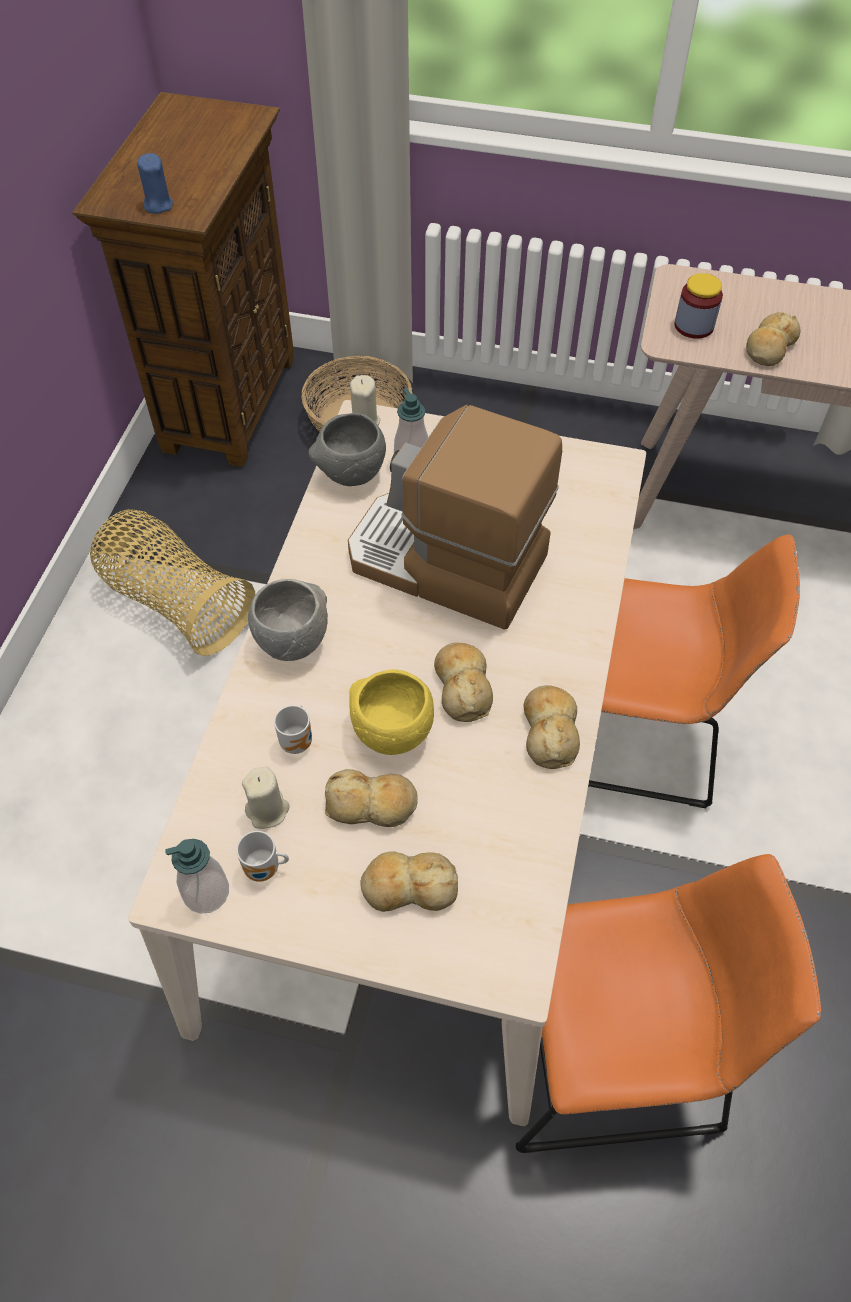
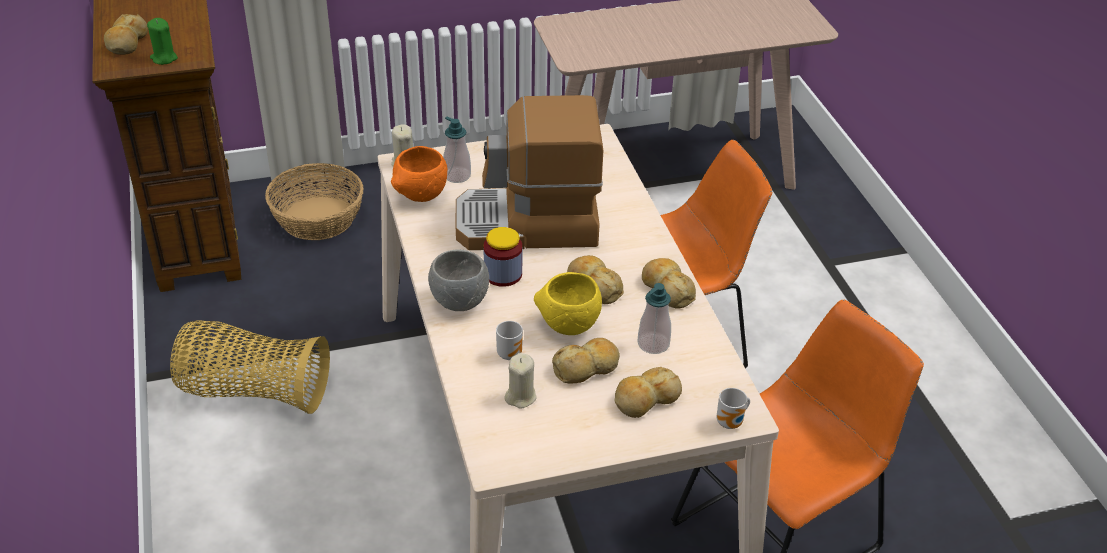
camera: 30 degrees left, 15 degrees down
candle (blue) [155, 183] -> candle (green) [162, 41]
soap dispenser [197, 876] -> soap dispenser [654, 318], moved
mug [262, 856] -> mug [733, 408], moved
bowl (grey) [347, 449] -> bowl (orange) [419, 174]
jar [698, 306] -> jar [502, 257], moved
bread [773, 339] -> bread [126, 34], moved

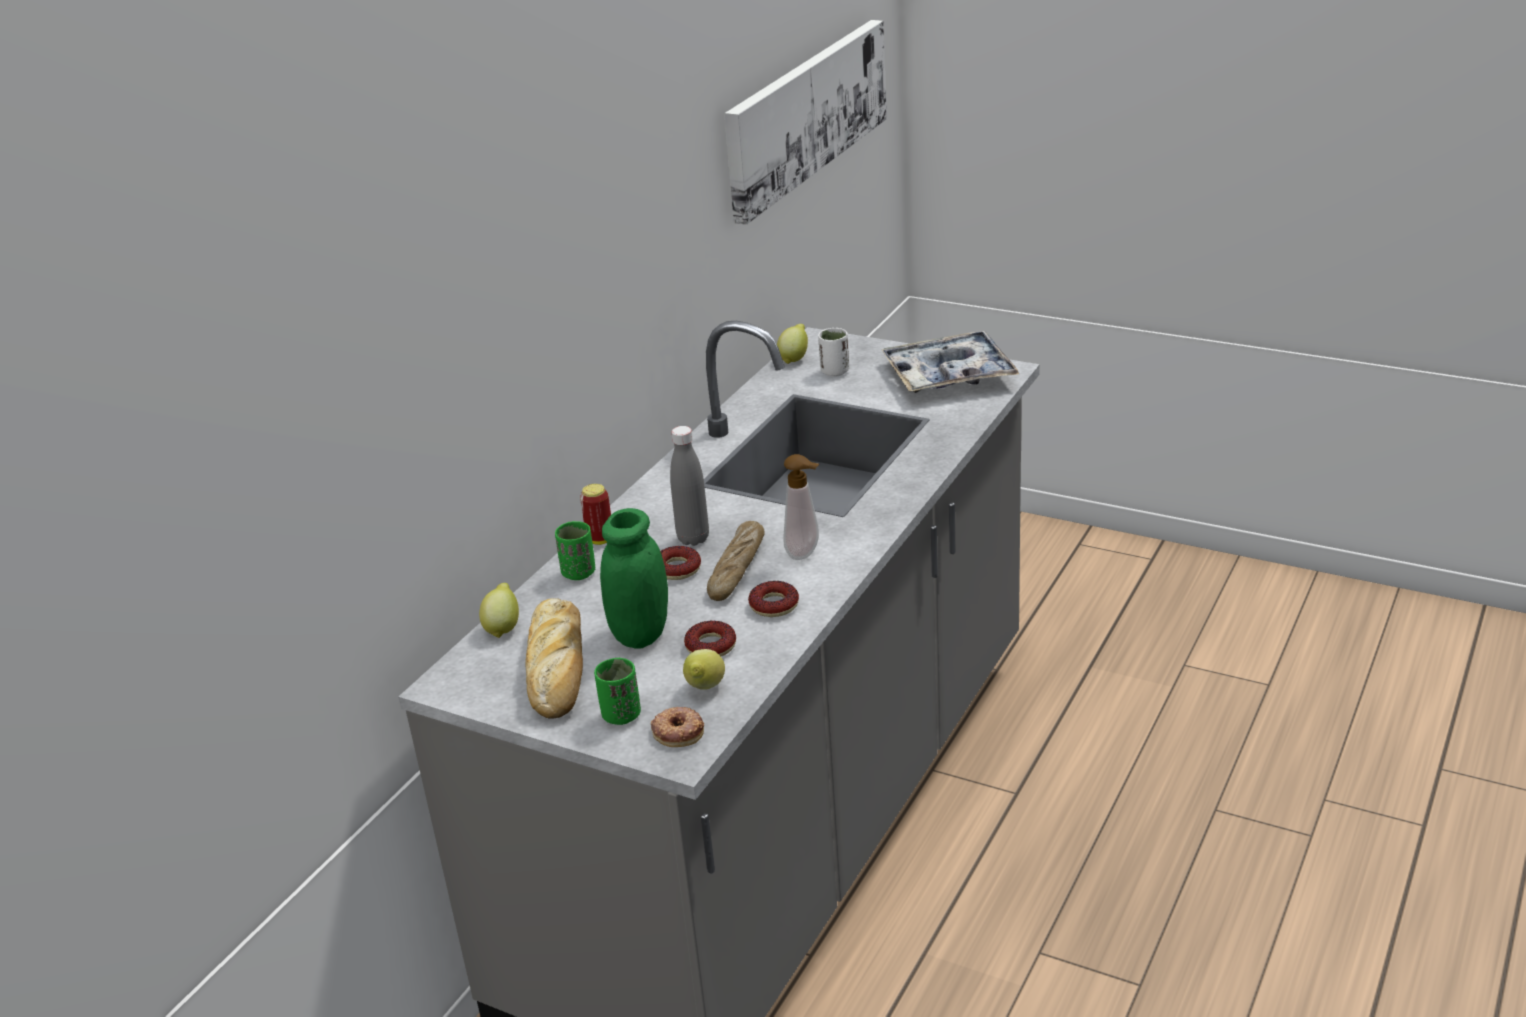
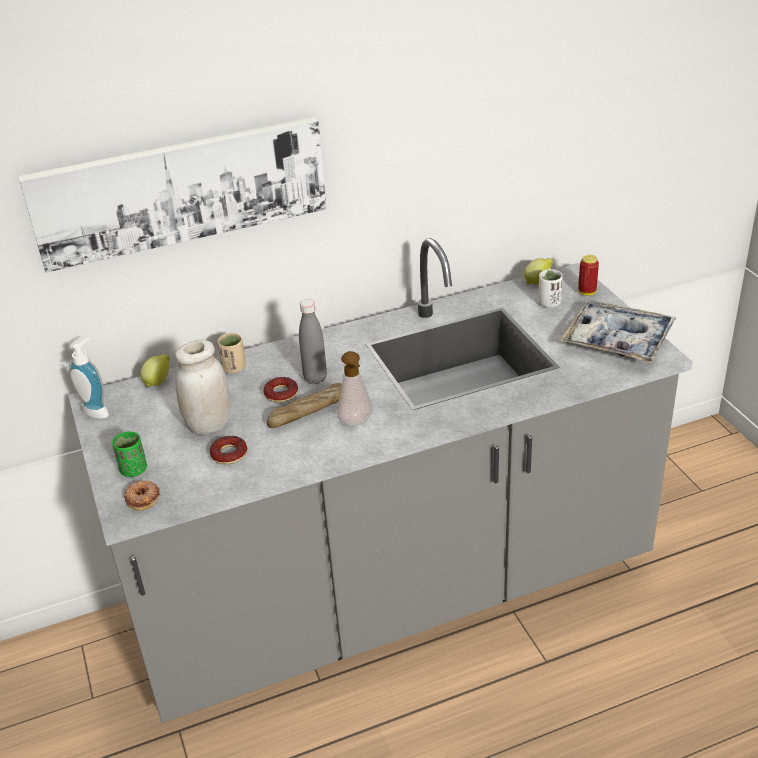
camera: 40 degrees right, 5 degrees up
bread [554, 658] -> none
cup (green) [575, 550] -> cup (beige) [231, 353]
can [595, 514] -> can [588, 275], moved
jar (green) [634, 578] -> jar (white) [203, 387]
lemon [704, 669] -> none
picture [805, 122] -> picture [172, 195], moved
donut [773, 599] -> none
none -> soap dispenser [89, 378]

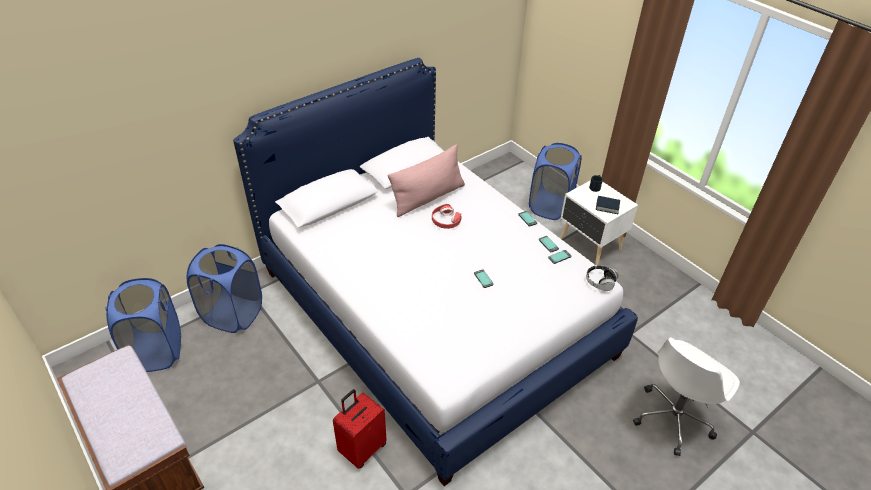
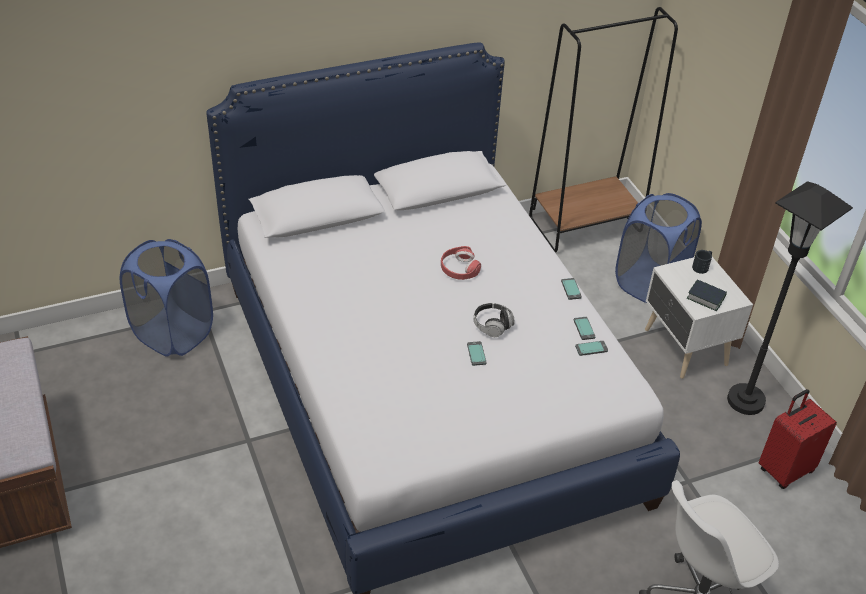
camera: 15 degrees right, 0 degrees up
laundry basket (blue) [143, 325] -> none
suitcase (red) [360, 429] -> suitcase (red) [798, 439], moved
pillow (pink) [426, 180] -> none
headphones [602, 278] -> headphones [494, 320], moved
none -> clothes rack [603, 130]
none -> floor lamp (black) [790, 298]

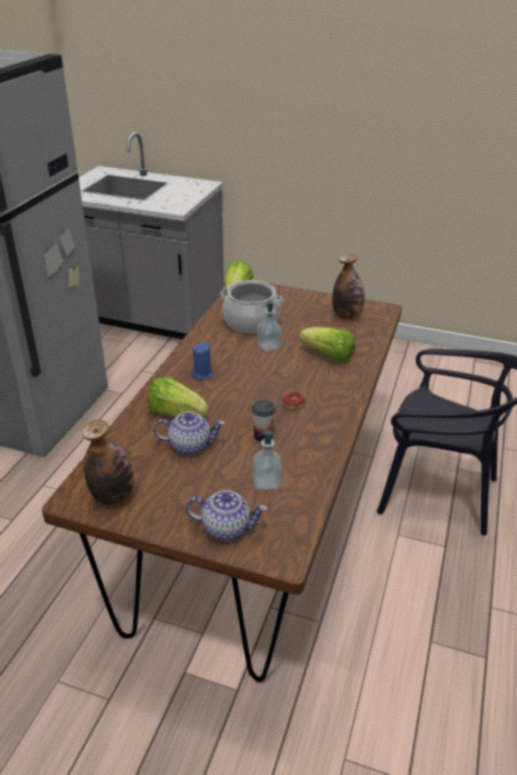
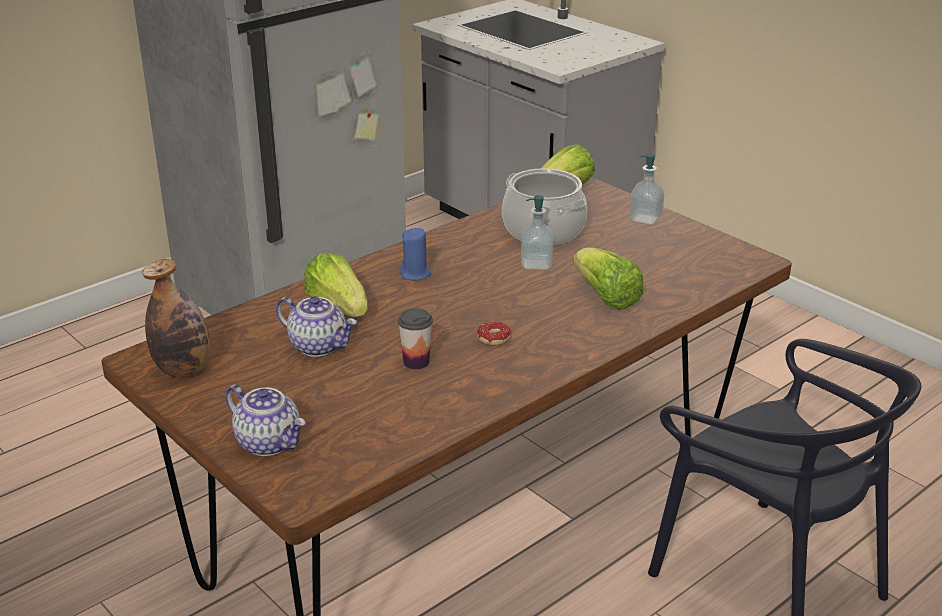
camera: 30 degrees right, 5 degrees down
soap dispenser [267, 460] -> soap dispenser [646, 189], moved
bottle [348, 287] -> none

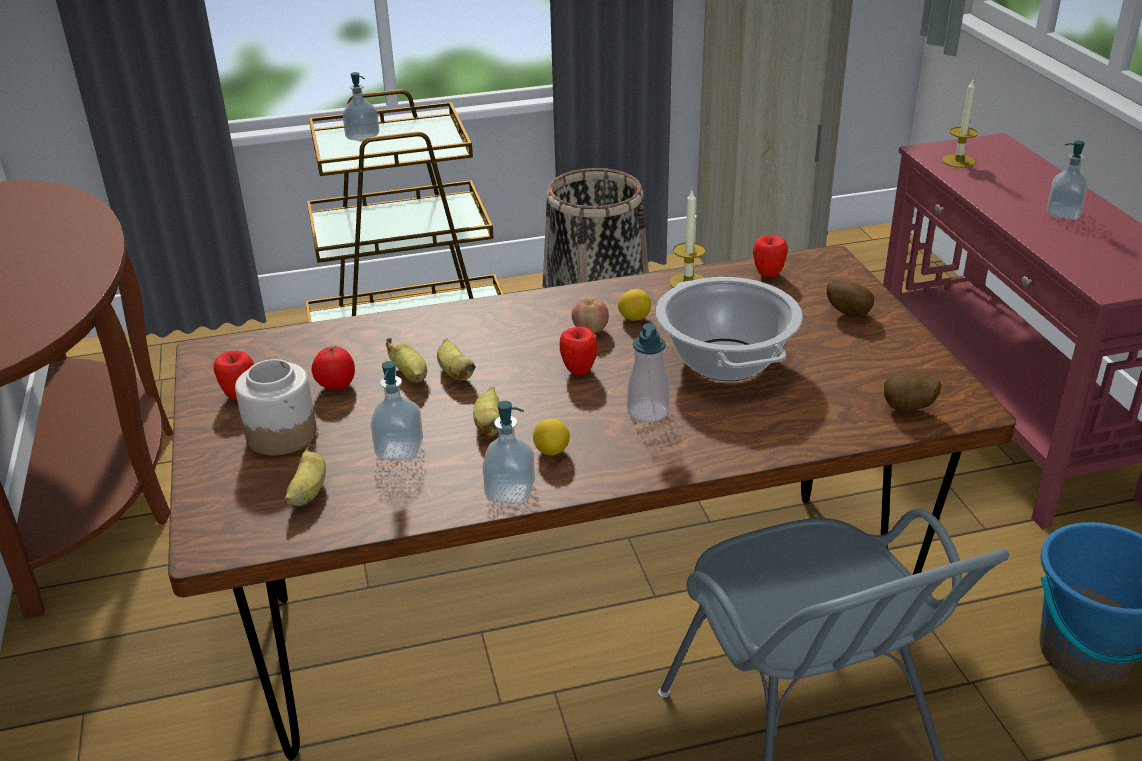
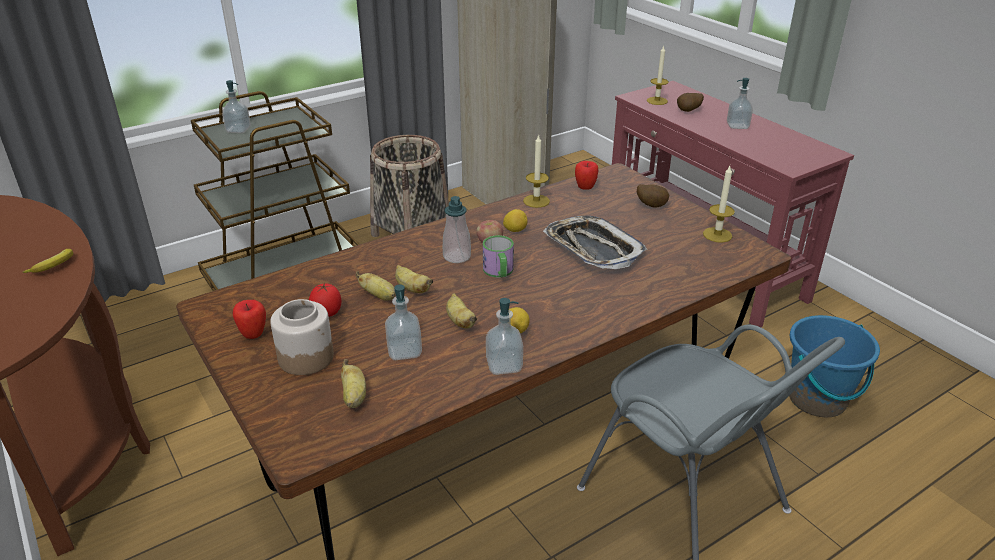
camera: 20 degrees left, 0 degrees up
apple [578, 350] -> mug [498, 256]
soap dispenser [648, 372] -> soap dispenser [457, 229], moved
cooking pot [729, 329] -> tray [595, 242]
potato [913, 392] -> potato [690, 102], moved
none -> banana [48, 261]
none -> candle [719, 204]

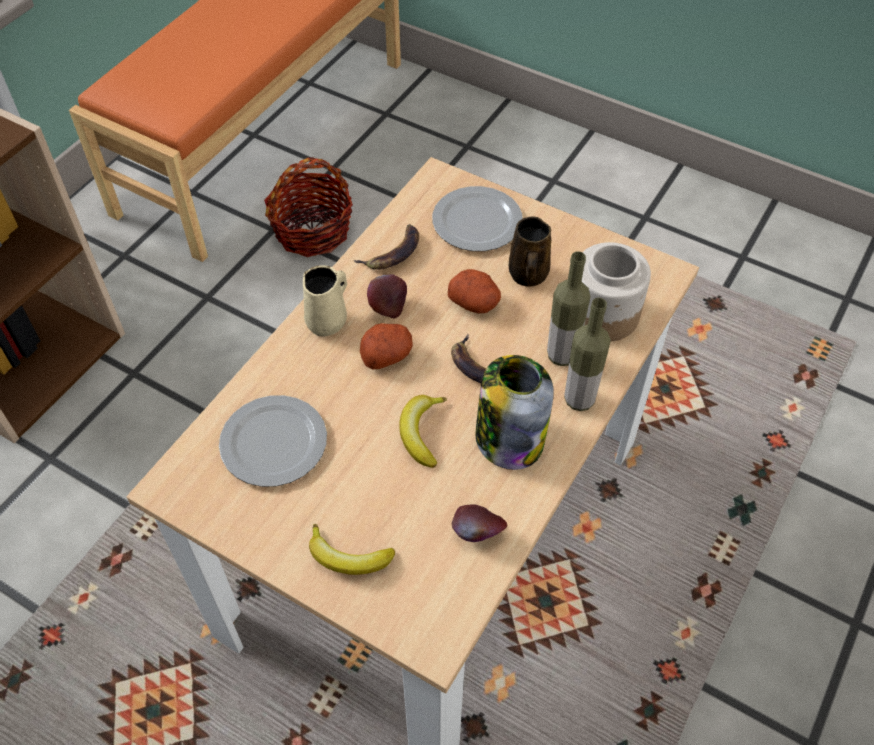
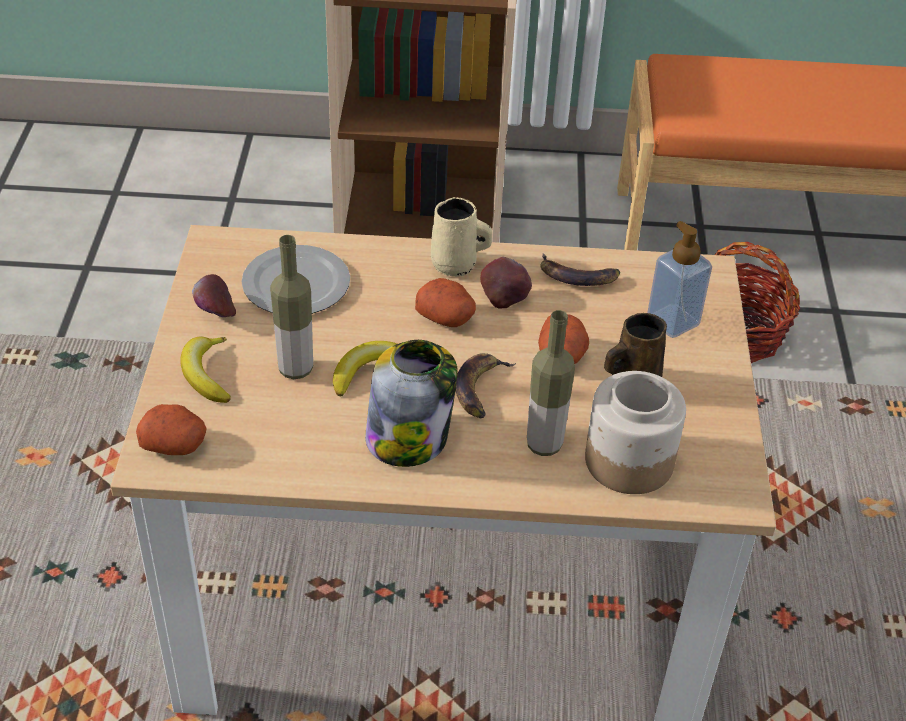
camera: 60 degrees right, 10 degrees down
plate [477, 218] -> soap dispenser [679, 279]
apple [479, 523] -> apple [214, 295], moved
bottle [587, 354] -> bottle [291, 307], moved
none -> potato [171, 429]

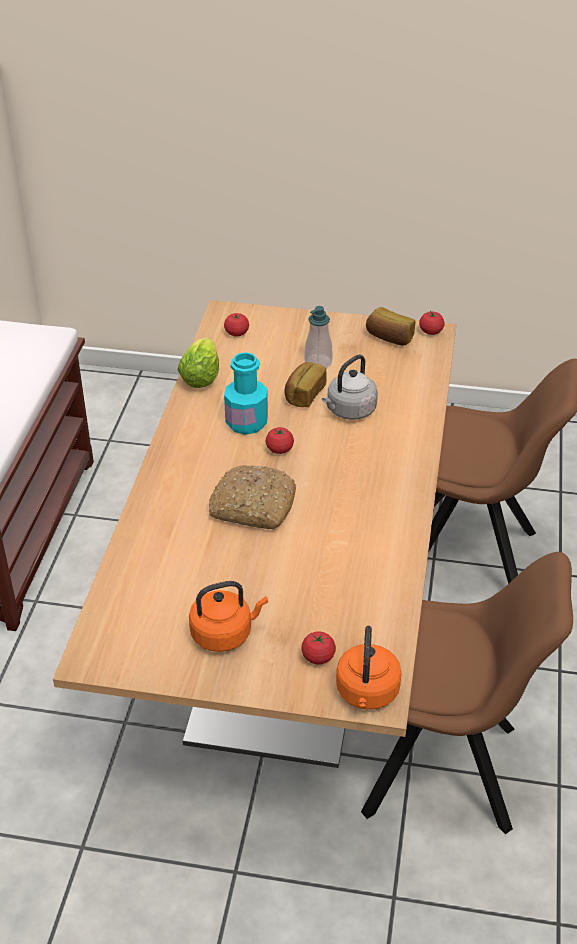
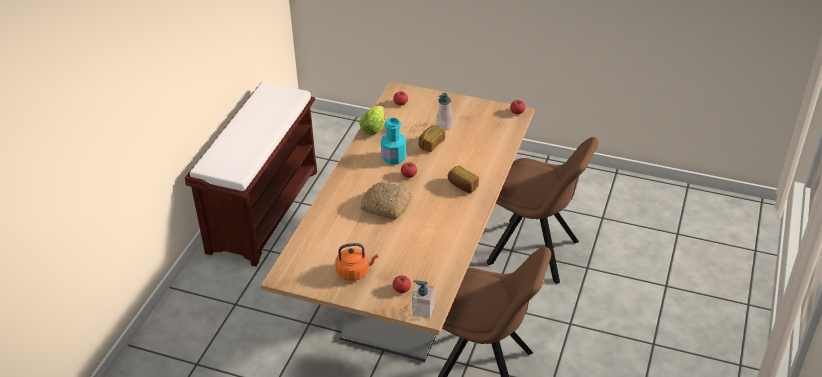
camera: 10 degrees right, 0 degrees up
kettle (grey) [350, 387] -> none
kettle (orange) [369, 668] -> soap dispenser [423, 299]
bread [391, 326] -> bread [463, 179], moved

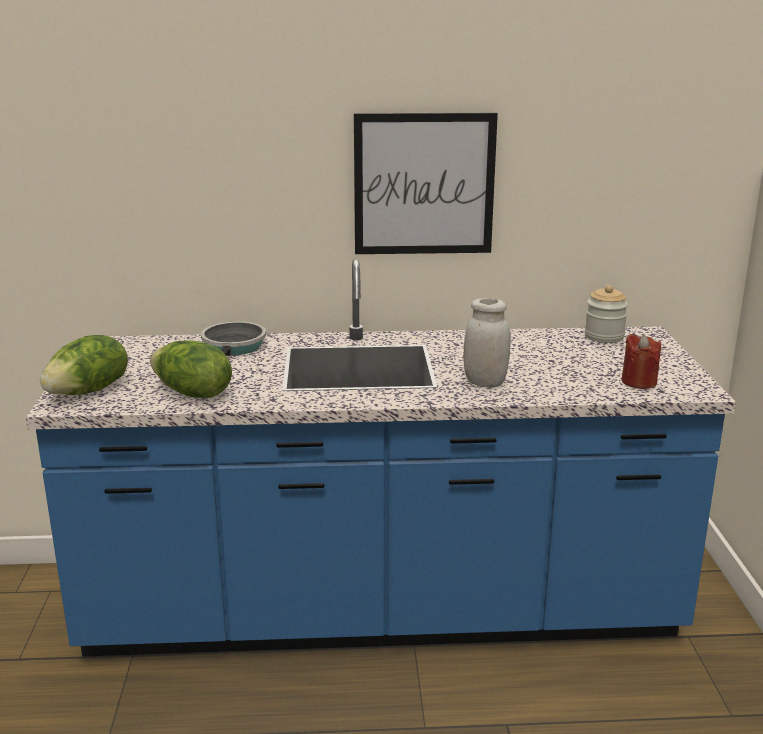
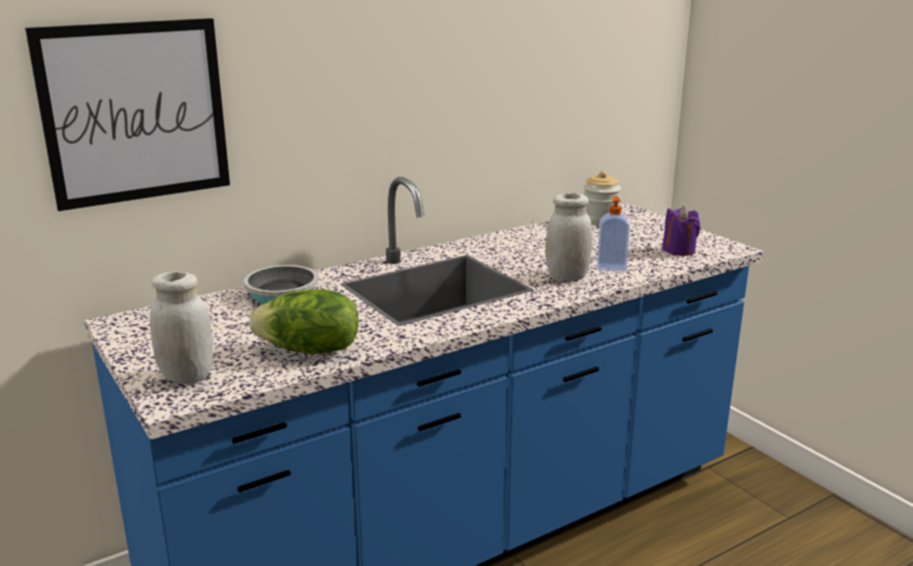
camera: 30 degrees left, 0 degrees up
lettuce [84, 365] -> jar (white) [181, 327]
picture [426, 183] -> picture [127, 114], moved
candle (red) [641, 361] -> candle (purple) [681, 231]
none -> soap dispenser [613, 234]

